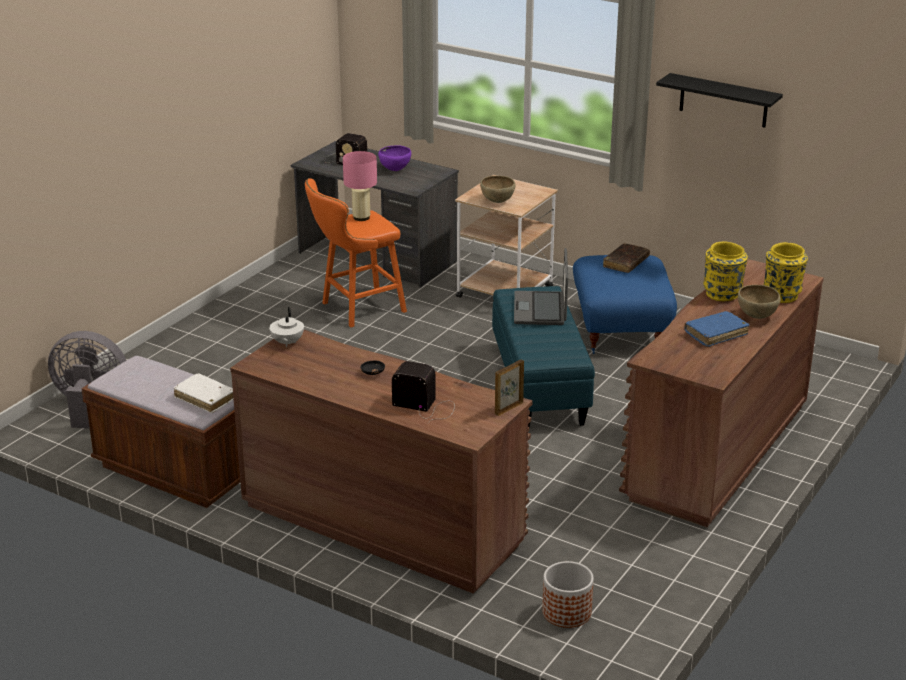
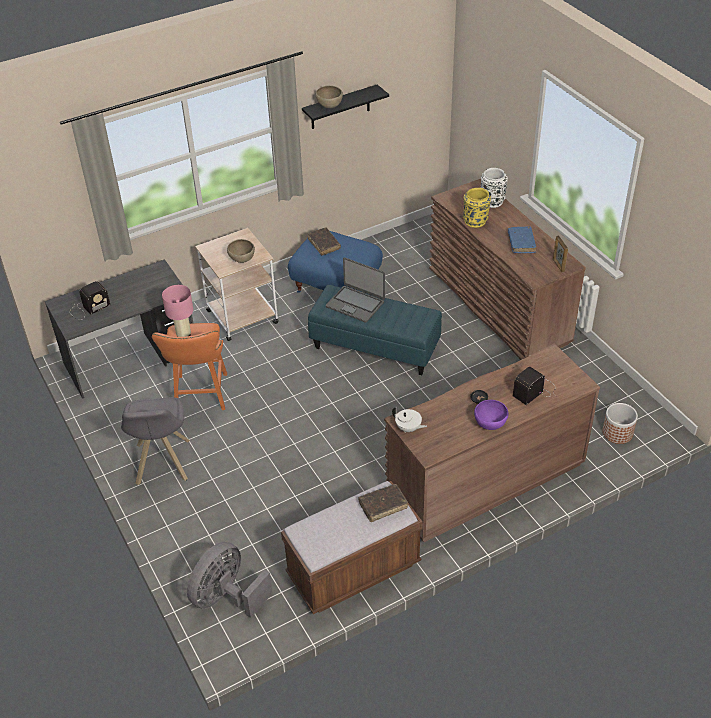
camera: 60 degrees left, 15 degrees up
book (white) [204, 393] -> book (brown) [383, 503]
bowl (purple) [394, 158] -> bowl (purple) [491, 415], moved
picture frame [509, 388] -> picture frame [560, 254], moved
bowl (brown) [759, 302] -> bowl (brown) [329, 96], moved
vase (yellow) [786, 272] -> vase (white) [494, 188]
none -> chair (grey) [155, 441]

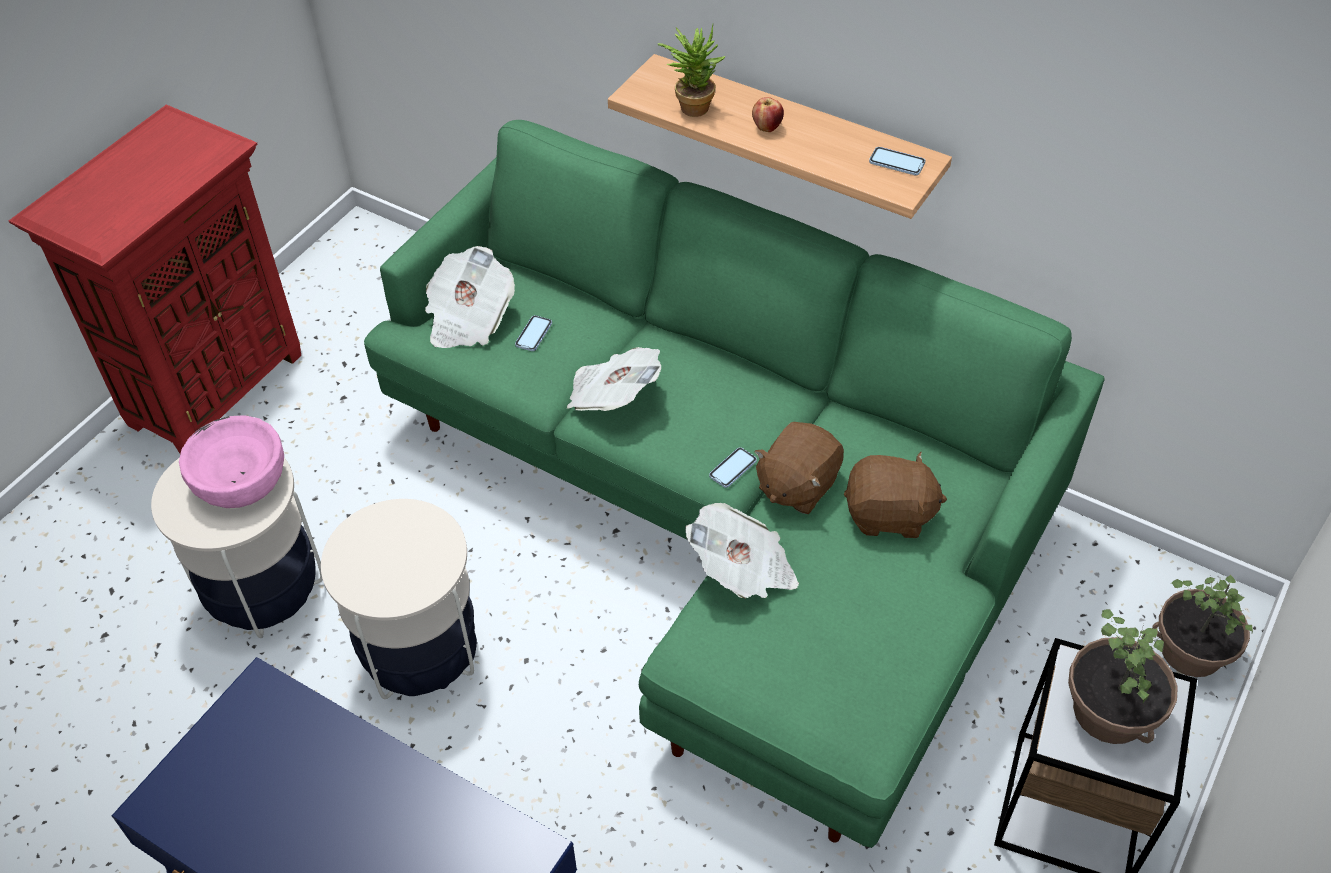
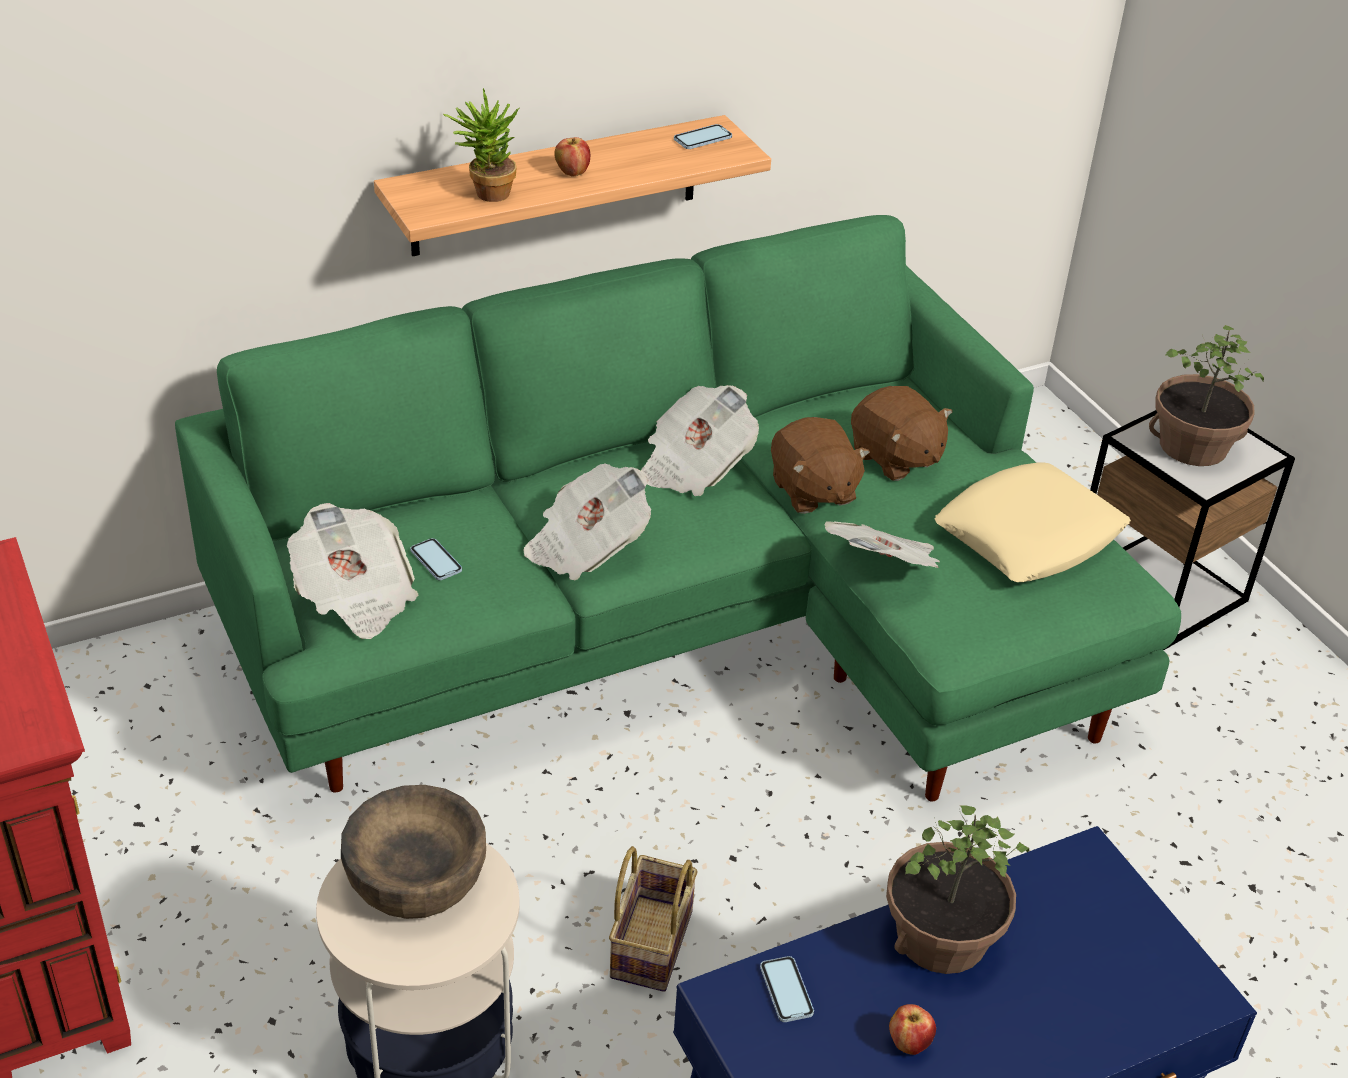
camera: 60 degrees left, 10 degrees down
bowl (pink) [231, 461] -> bowl (brown) [413, 852]
side table (beige) [399, 599] -> basket [653, 919]
phone [733, 467] -> phone [787, 989], moved
plush toy (brown) [895, 495] -> plush toy (brown) [902, 433], 105 degrees clockwise
potted plant [1202, 626] -> potted plant [957, 889], moved
none -> newspaper [700, 440]
none -> apple [912, 1029]
none -> pillow (beige) [1032, 522]

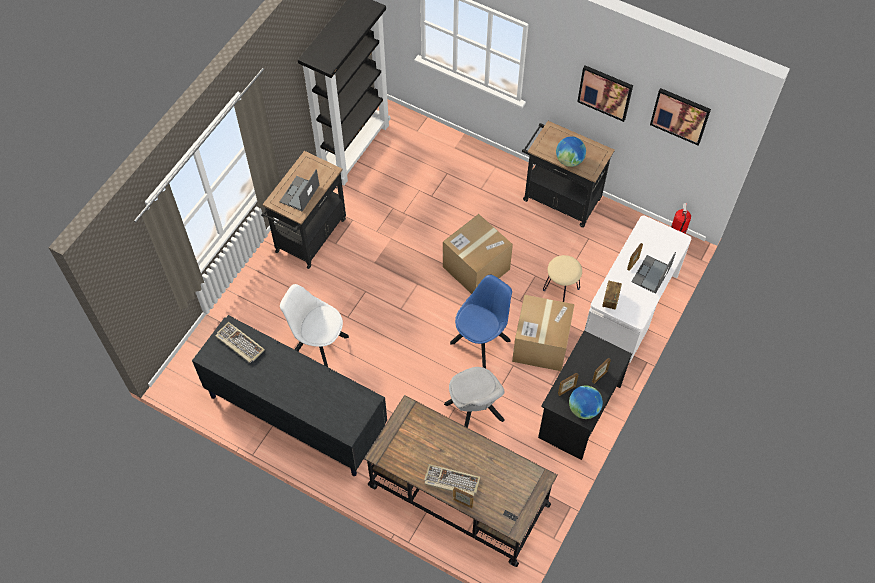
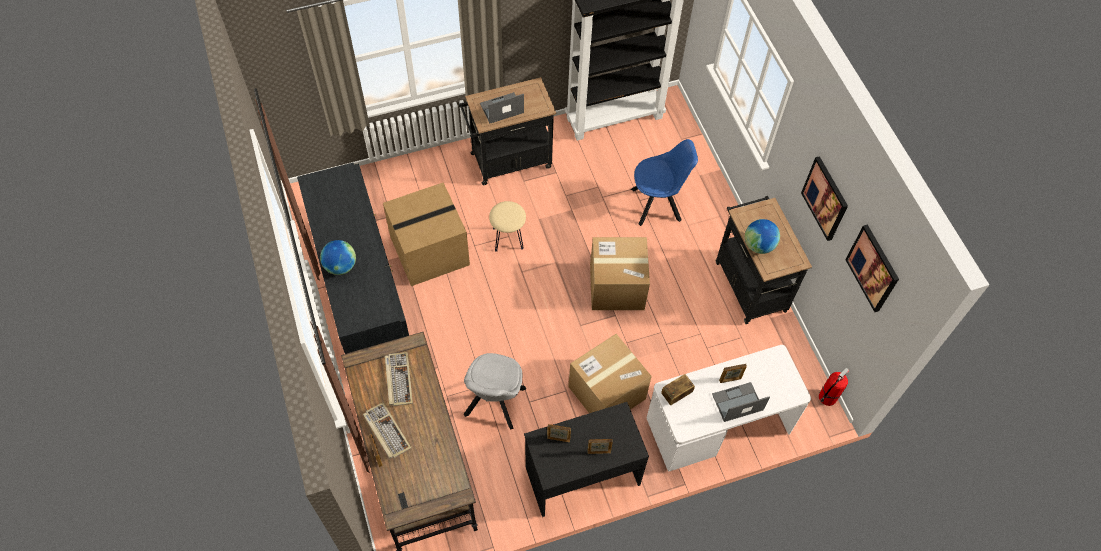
camera: 40 degrees right, 0 degrees up
keyboard [240, 342] -> keyboard [399, 379], moved
chair (white) [314, 325] -> cardboard box [426, 234]
chair (blue) [481, 321] -> chair (blue) [664, 182], moved
stool (beige) [562, 278] -> stool (beige) [507, 226], moved
globe [586, 402] -> globe [338, 257], moved

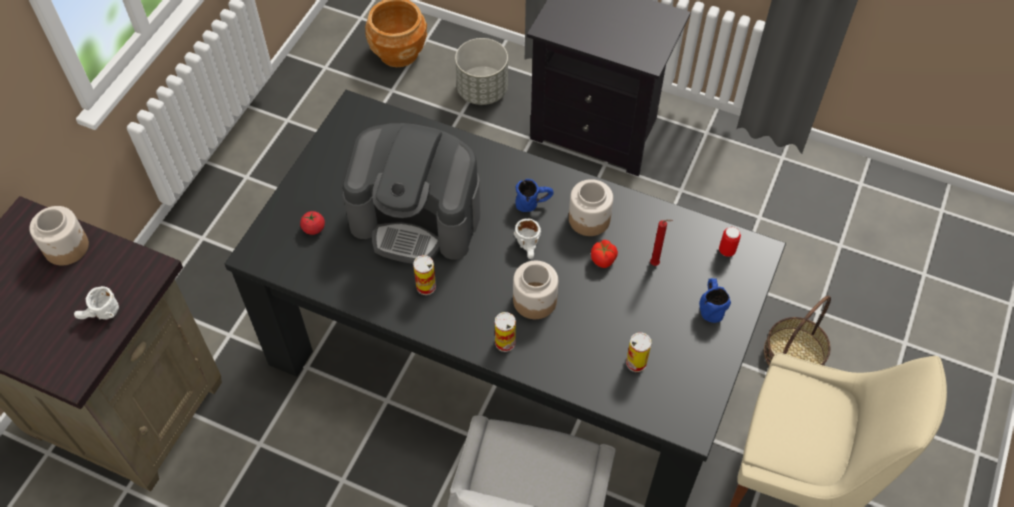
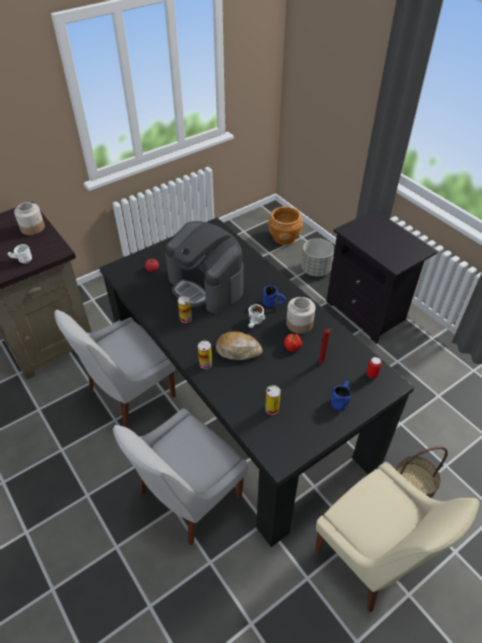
camera: 30 degrees right, 10 degrees down
jar [535, 290] -> bread [239, 345]
none -> chair (white) [115, 369]

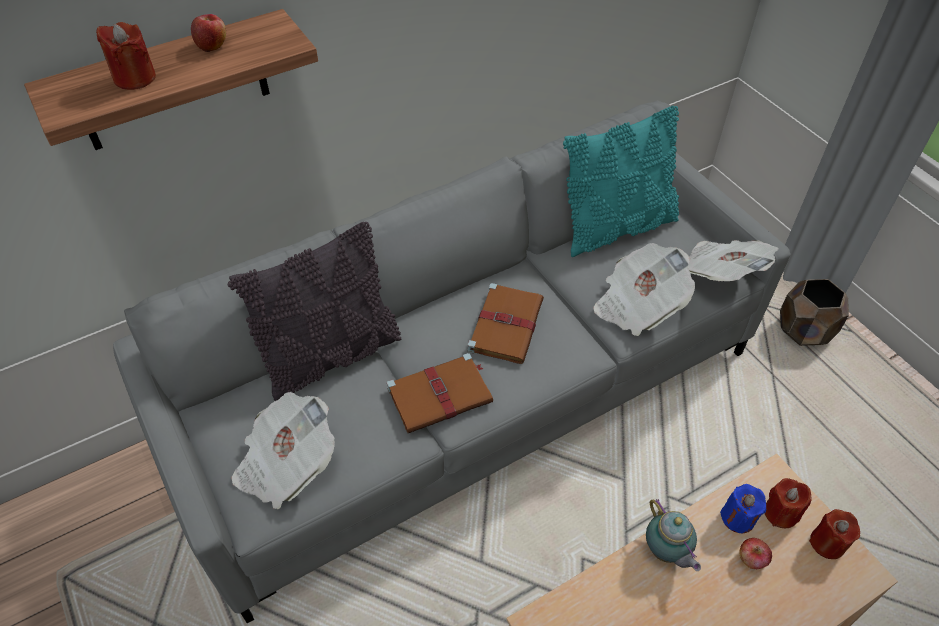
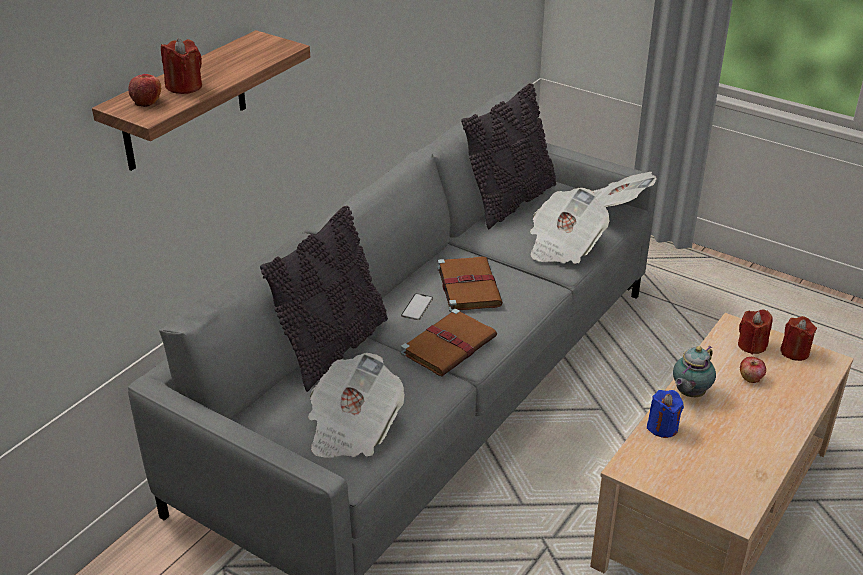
camera: 25 degrees left, 15 degrees down
apple [208, 33] -> apple [144, 90], moved
pillow (turquoise) [621, 181] -> pillow (black) [508, 156]
teapot [673, 535] -> teapot [694, 371], 90 degrees clockwise
candle (blue) [743, 508] -> candle (blue) [665, 414], moved
planter (brown) [814, 312] -> none
none -> phone [417, 306]

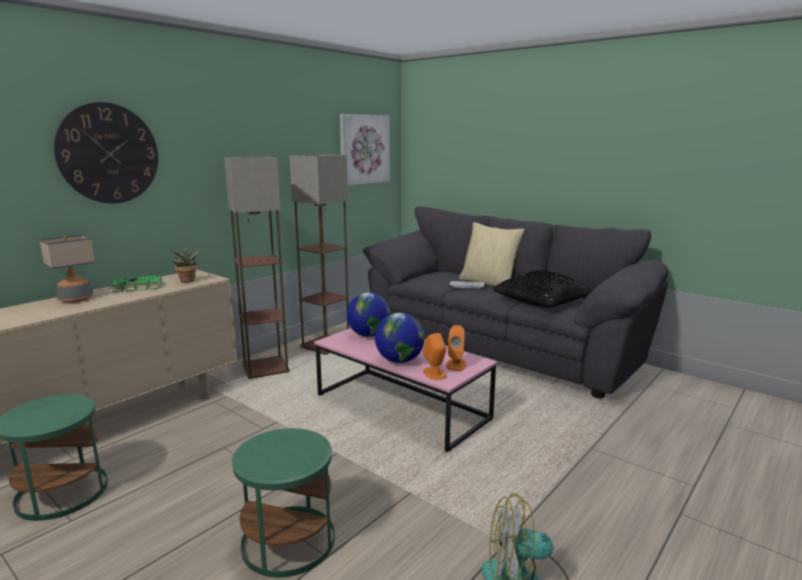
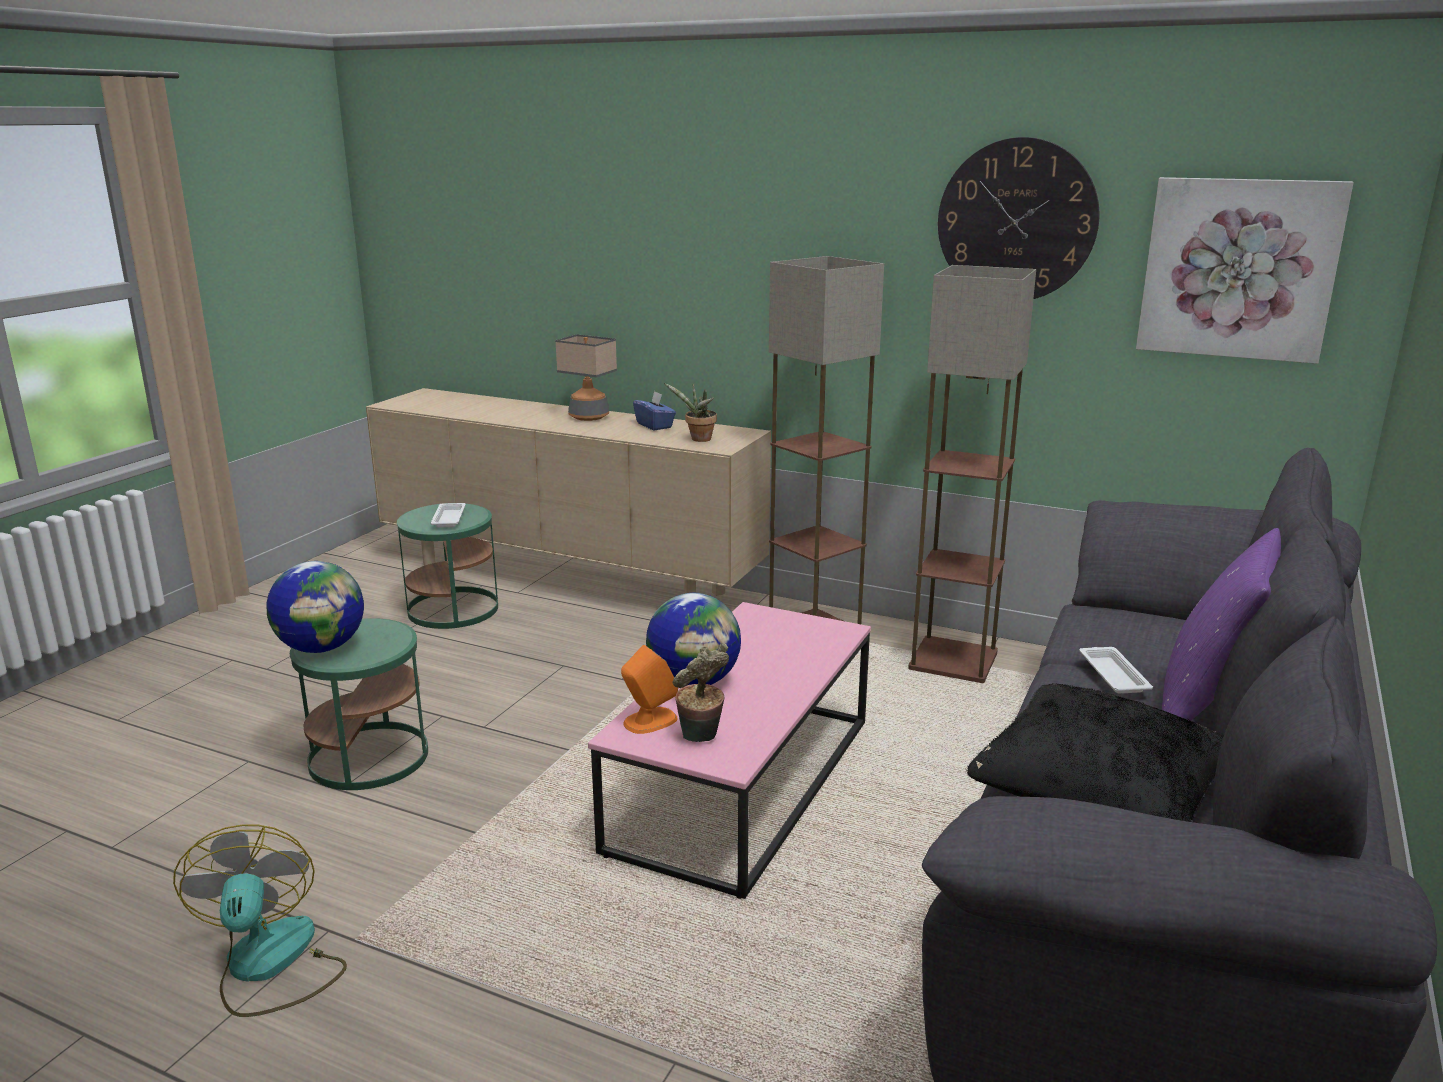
camera: 75 degrees right, 5 degrees up
wall clock [106, 152] -> wall clock [1018, 218], moved
book (green) [134, 284] -> tissue box (blue) [654, 410]
globe [368, 314] -> globe [315, 607], moved
speaker (orange) [456, 348] -> potted plant [700, 692]
pillow (beige) [492, 254] -> pillow (purple) [1221, 624]
none -> tray (white) [448, 515]

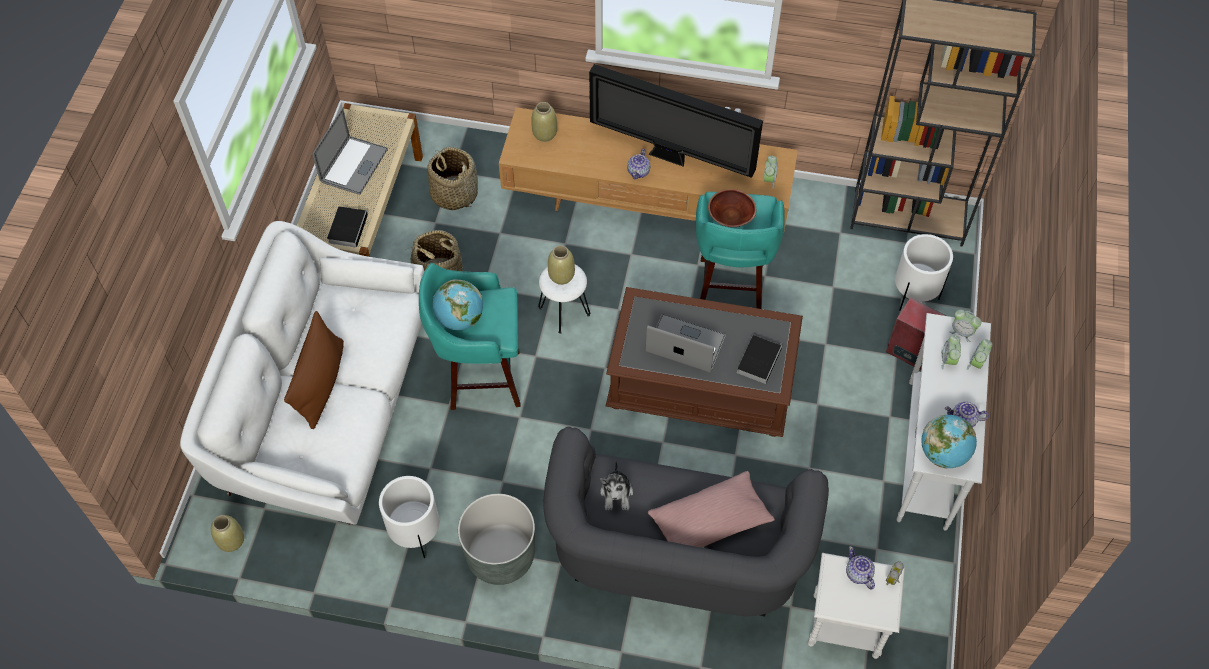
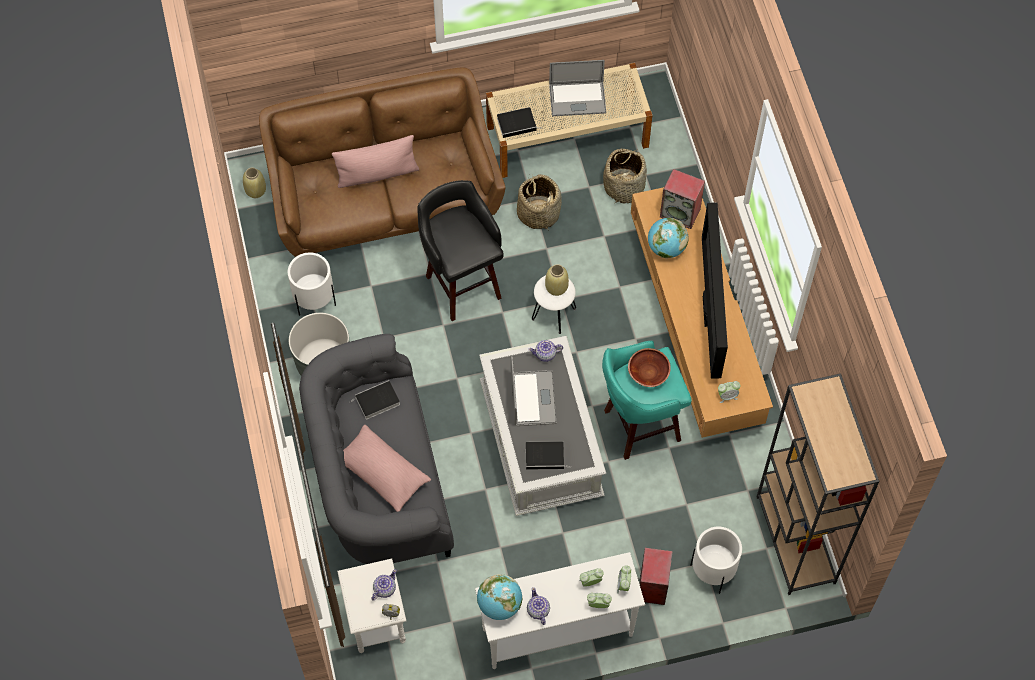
camera: 65 degrees right, 5 degrees up
sofa (white) [302, 373] -> sofa (brown) [382, 162]
pillow (brown) [314, 370] -> pillow (pink) [375, 161]
stool (turquoise) [469, 336] -> stool (black) [461, 250]
globe [457, 304] -> globe [668, 238], moved
vase (beige) [544, 122] -> speaker [682, 199]
plush toy [616, 485] -> book [375, 399]
coffee table (brown) [704, 362] -> coffee table (white) [542, 426]
teapot [639, 164] -> teapot [545, 351], moved

